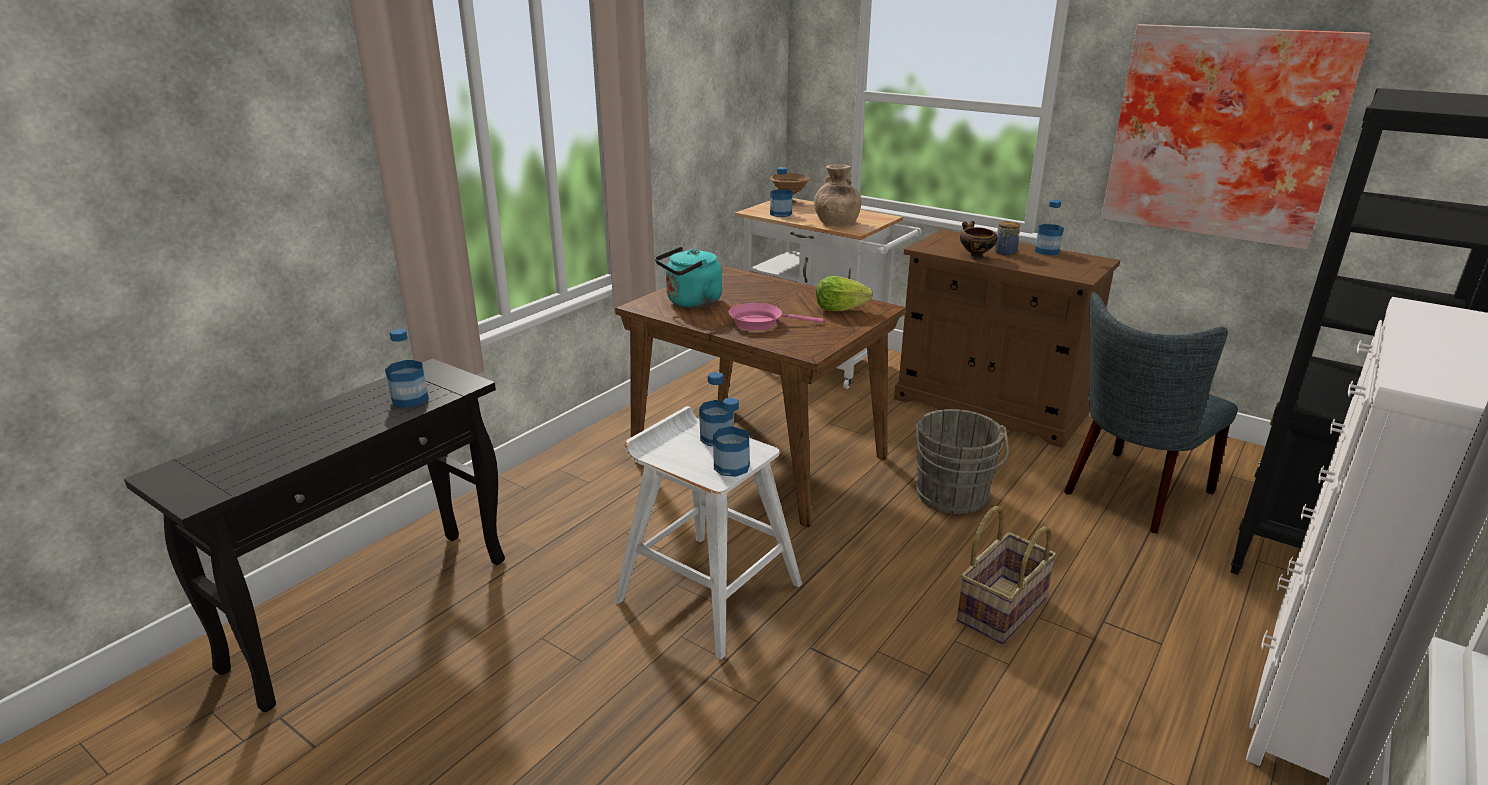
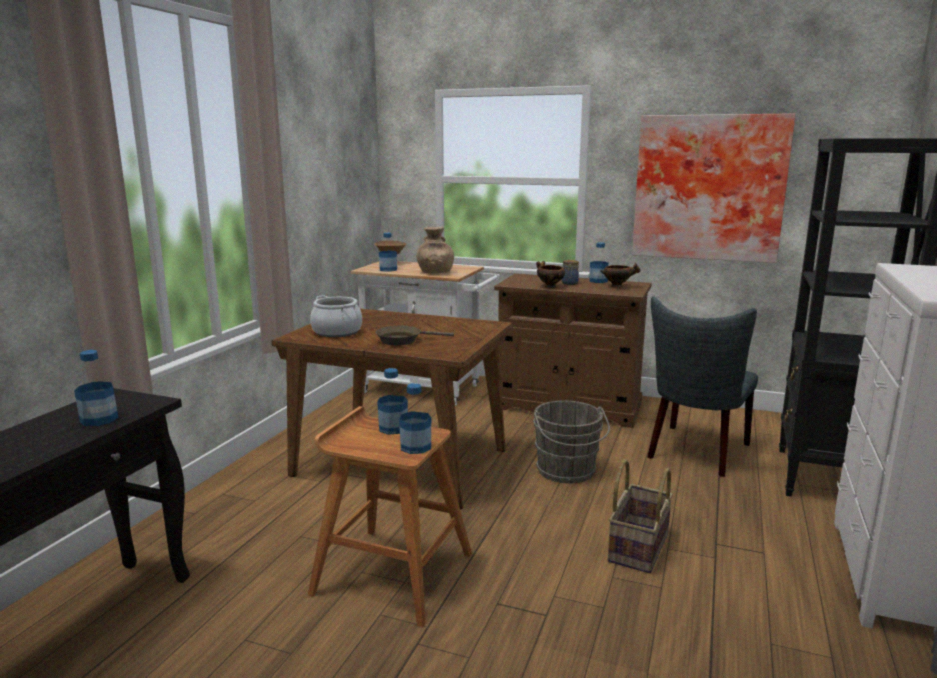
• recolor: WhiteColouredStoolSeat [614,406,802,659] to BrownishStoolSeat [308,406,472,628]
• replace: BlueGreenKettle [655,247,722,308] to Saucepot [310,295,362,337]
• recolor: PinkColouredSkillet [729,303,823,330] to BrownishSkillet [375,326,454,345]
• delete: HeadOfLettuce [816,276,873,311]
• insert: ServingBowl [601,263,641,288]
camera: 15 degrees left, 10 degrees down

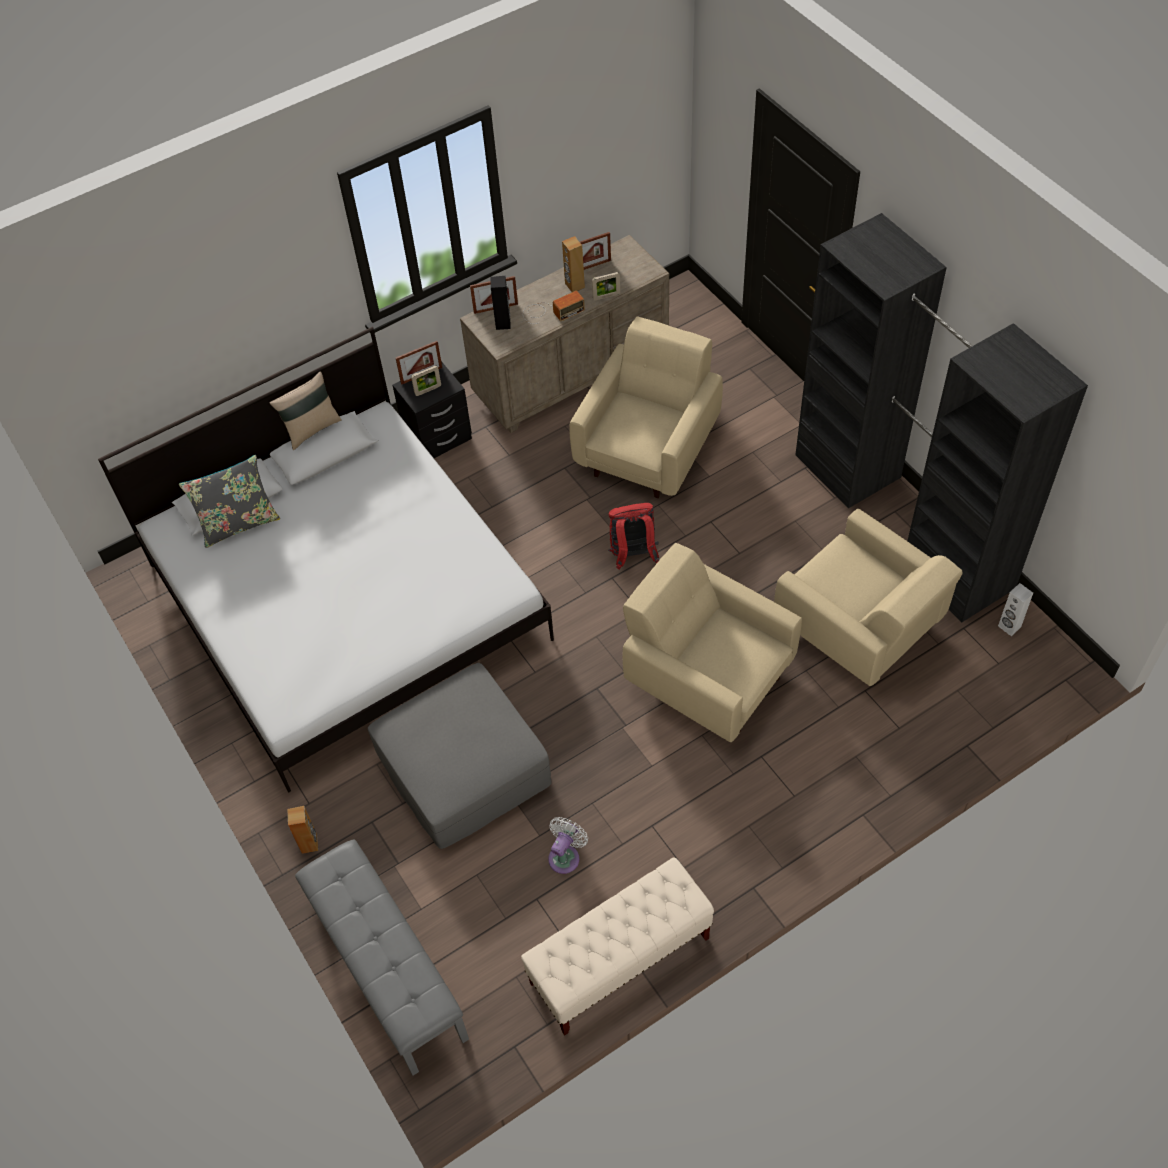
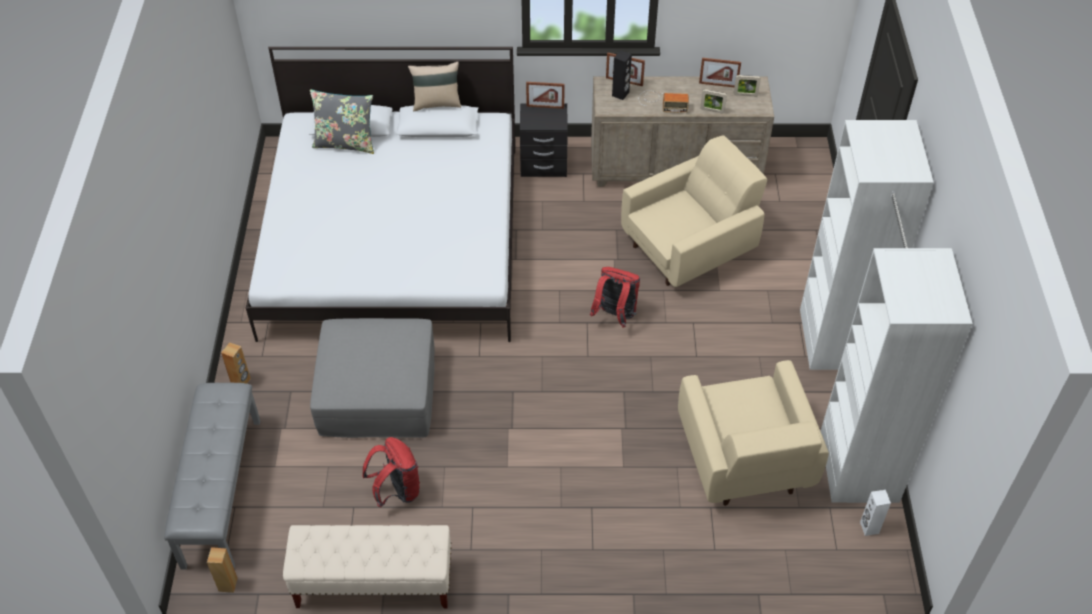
• move: PhotoFrame [411,365,441,396] to [734,75,761,97]
• replace: WhiteColouredFan [548,817,588,874] to RedBackpack [362,437,420,507]
• move: BrownishLoudspeaker [562,236,585,292] to [207,547,238,593]
• delete: BeigeLoungeChair [623,543,802,742]
• recolor: BlackClothesCupboard [795,213,1088,622] to WhiteColouredClothesCupboard [800,120,972,503]
camera: 30 degrees right, 5 degrees down

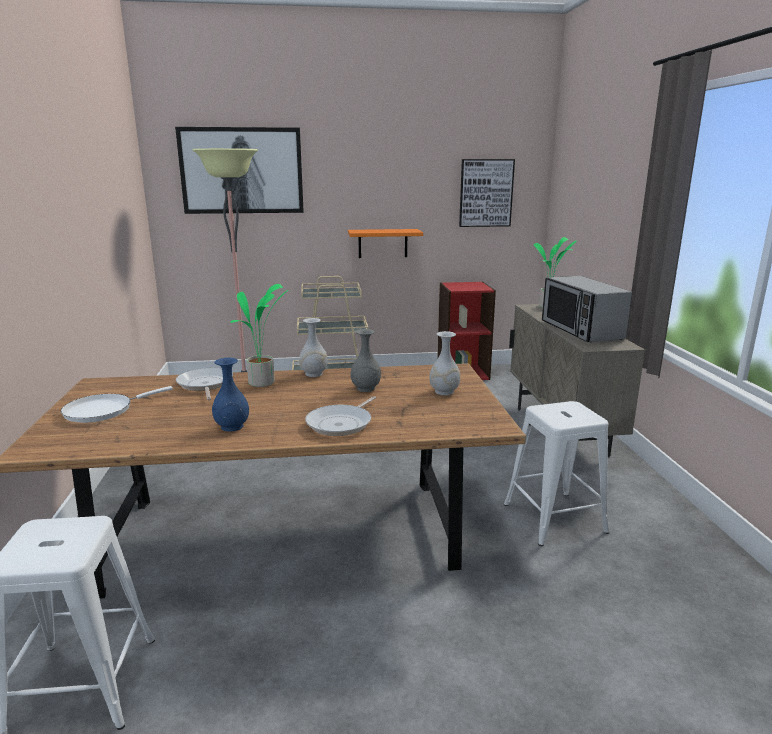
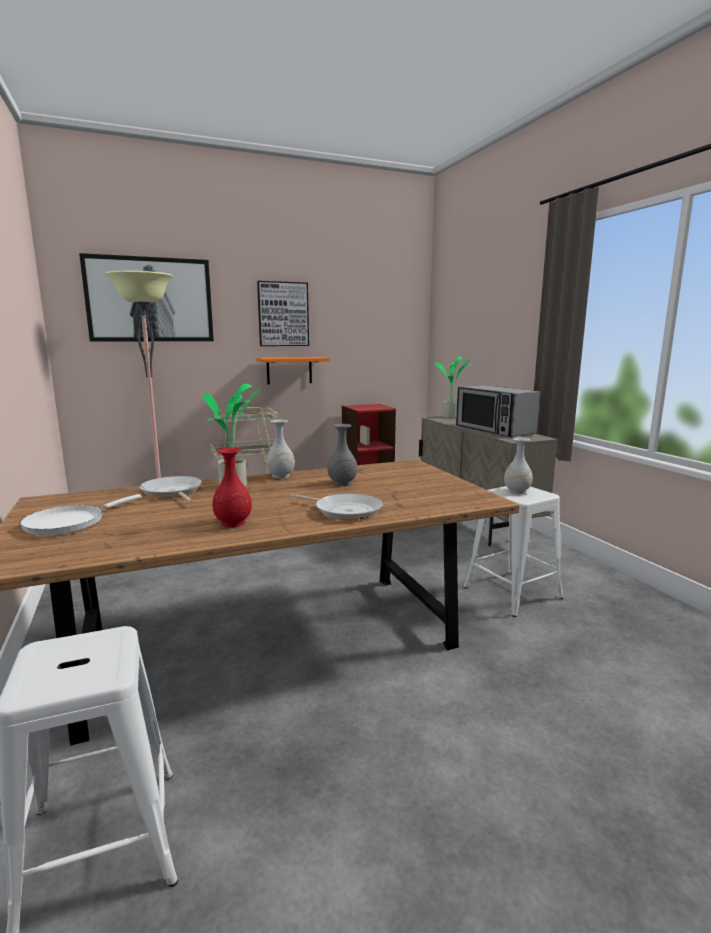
• recolor: BlueColouredVase [212,358,249,432] to RedVase [212,448,252,527]
• rotate: Skillet [305,396,376,436] = [291,493,382,520] 75 degrees counterclockwise
• move: WhiteColouredVase [429,331,460,395] to [504,437,533,494]
• move: WallPicture [459,159,515,227] to [257,281,309,346]
camera: 15 degrees left, 5 degrees down

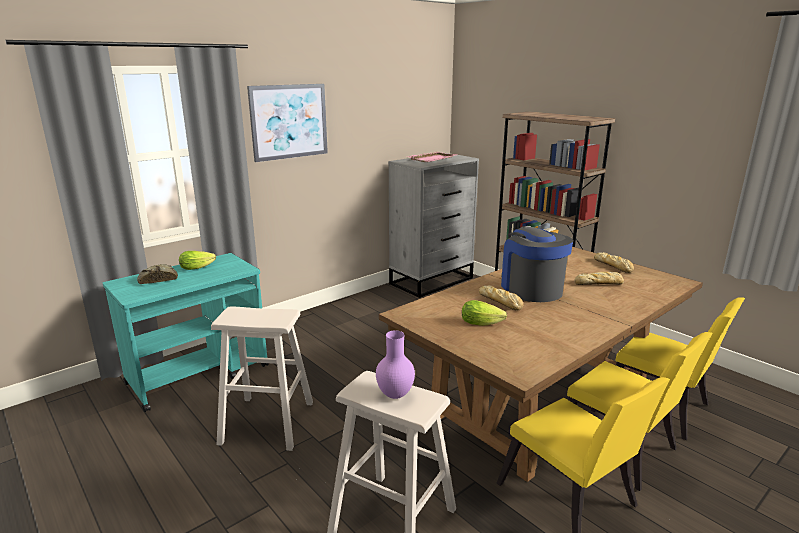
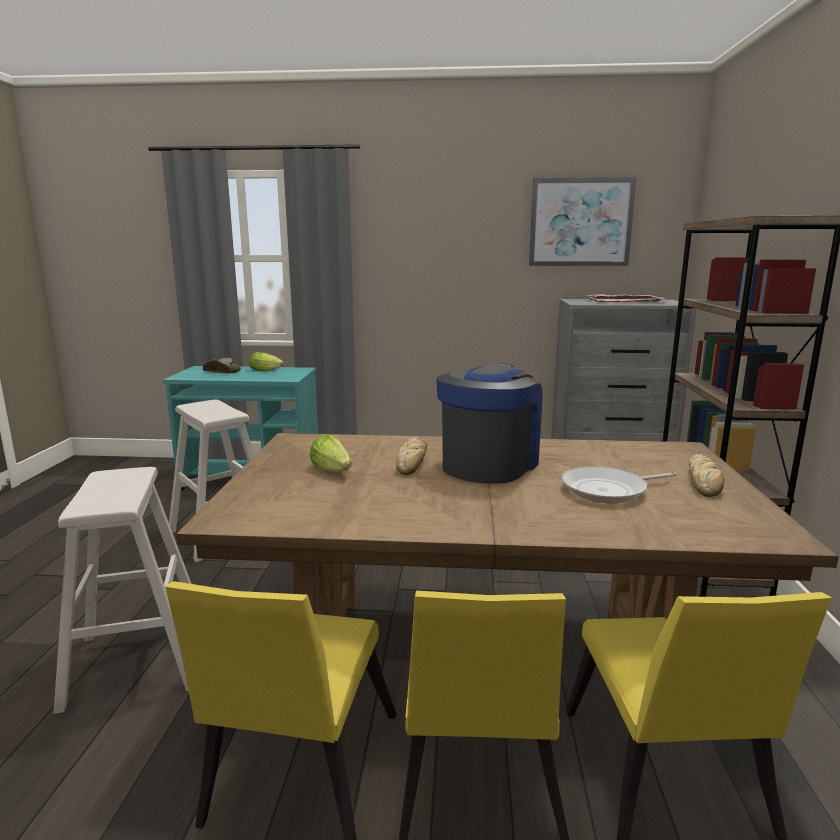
• move: WallPicture [247,84,328,162] to [529,177,636,266]
• delete: PurpleColouredVase [376,330,415,399]
• replace: BakeryBread [574,272,624,285] to Skillet [562,466,677,503]
camera: 45 degrees right, 5 degrees down

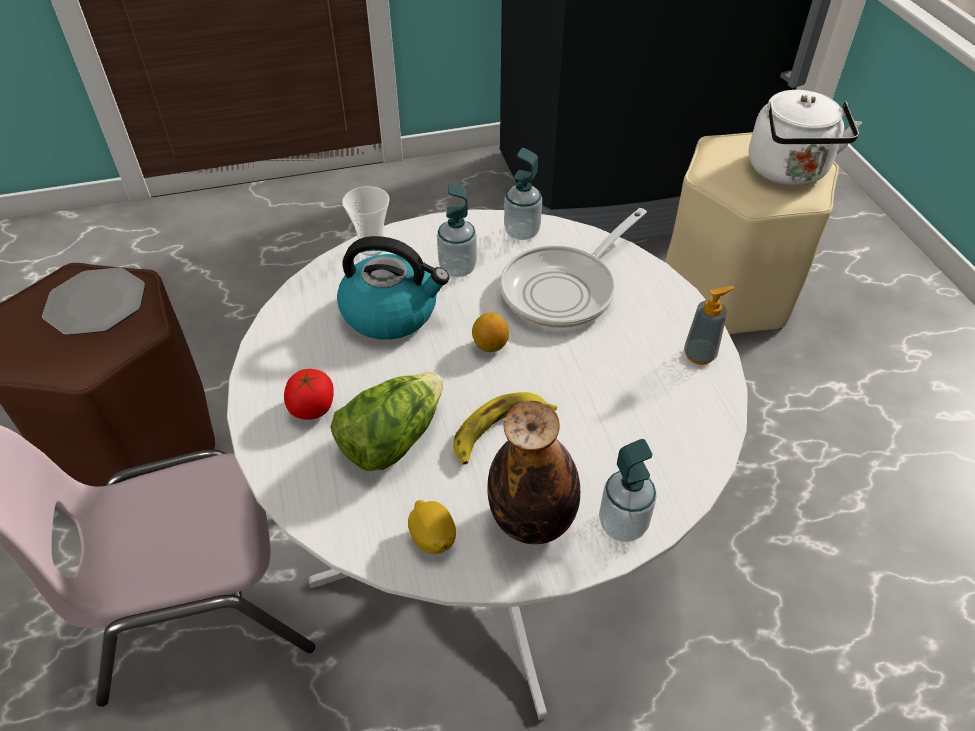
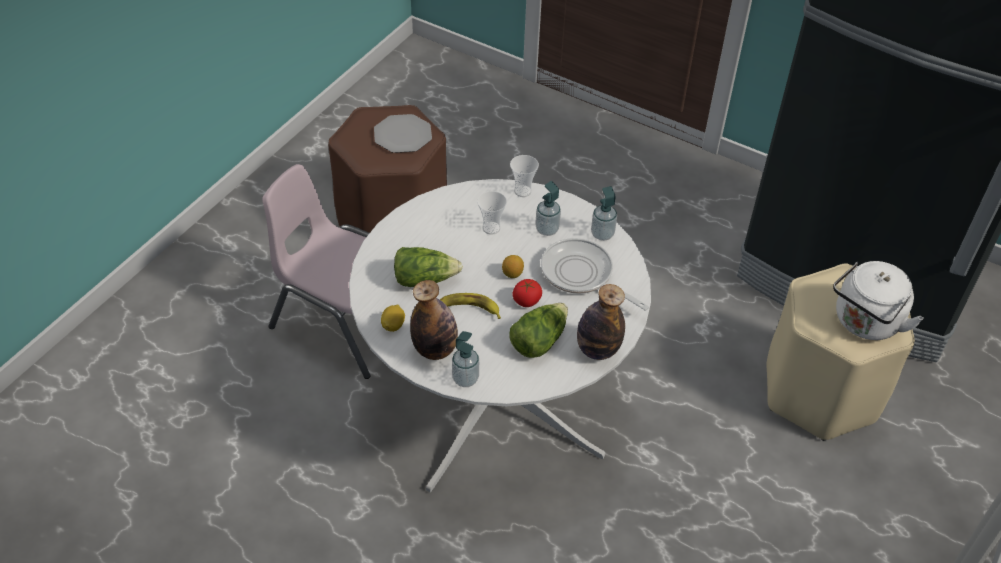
• move: FreshTomato [284,369,334,420] to [512,279,542,307]
• replace: Kettle [337,236,449,340] to DrinkingCup [477,191,507,235]
• rotate: Skillet [500,208,647,328] = [541,238,649,311] 45 degrees clockwise
• replace: SoapDispenser [684,286,735,365] to Bottle [577,284,625,360]
• insert: HeadOfLettuce [509,303,568,358]
camera: 45 degrees right, 0 degrees up

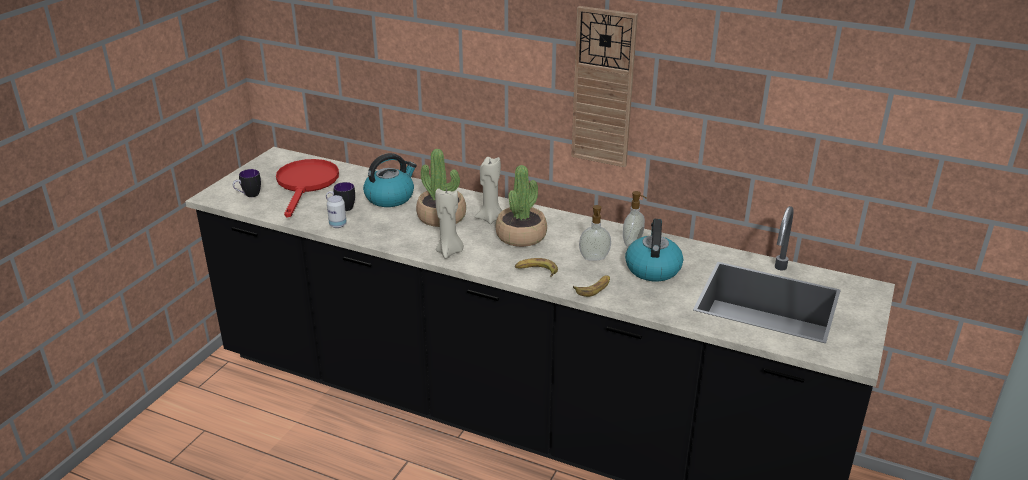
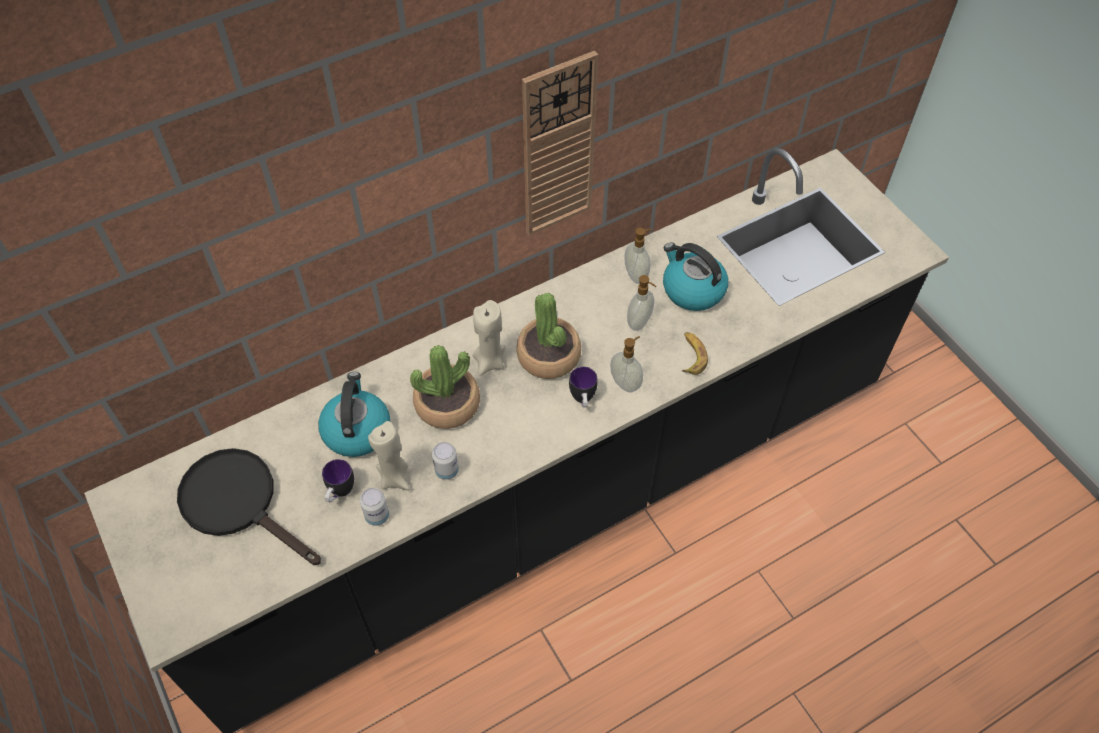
• move: CoffeeMug [233,169,261,197] to [569,367,598,407]
• recolor: RedSkillet [276,159,339,218] to BlackSkillet [177,448,321,565]
• move: BeigeWaxLight [435,188,464,259] to [368,421,411,491]
• replace: Banana [515,258,558,276] to SoapDispenser [610,336,643,393]
• insert: Can [432,442,459,480]
camera: 55 degrees left, 25 degrees up

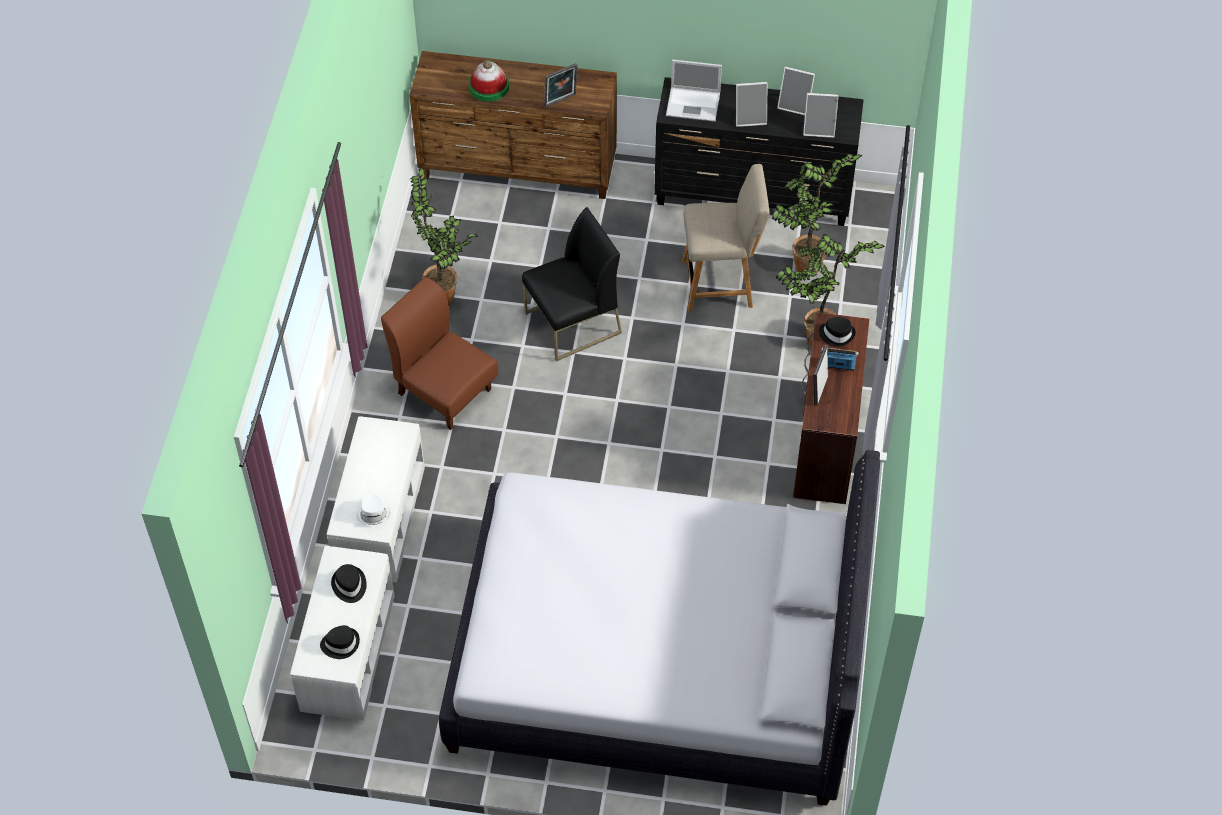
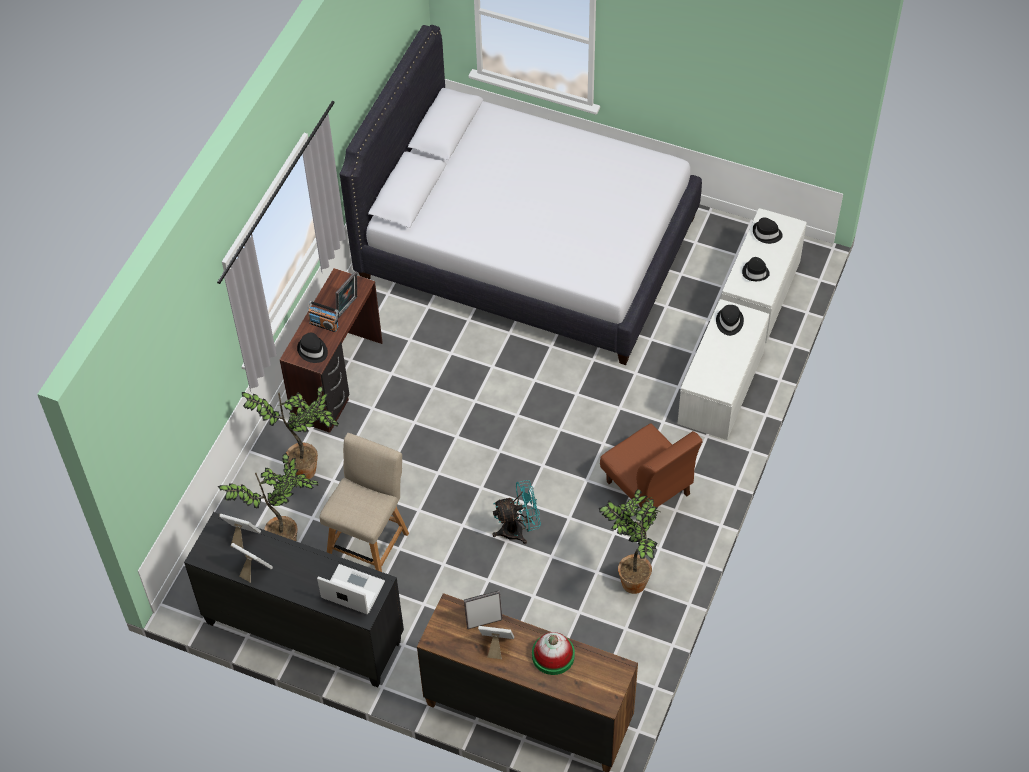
• recolor: WhiteColouredHat [357,494,390,525] to BlackHat [716,305,744,336]
• replace: BlackUprightChair [522,207,622,361] to BlueGreenFan [492,480,541,544]
• rotate: BeigeUprightChair [682,164,770,312] = [320,433,409,572] 105 degrees clockwise
• move: PhotoFrame [736,82,767,127] to [478,626,514,659]
camera: 165 degrees left, 0 degrees up

